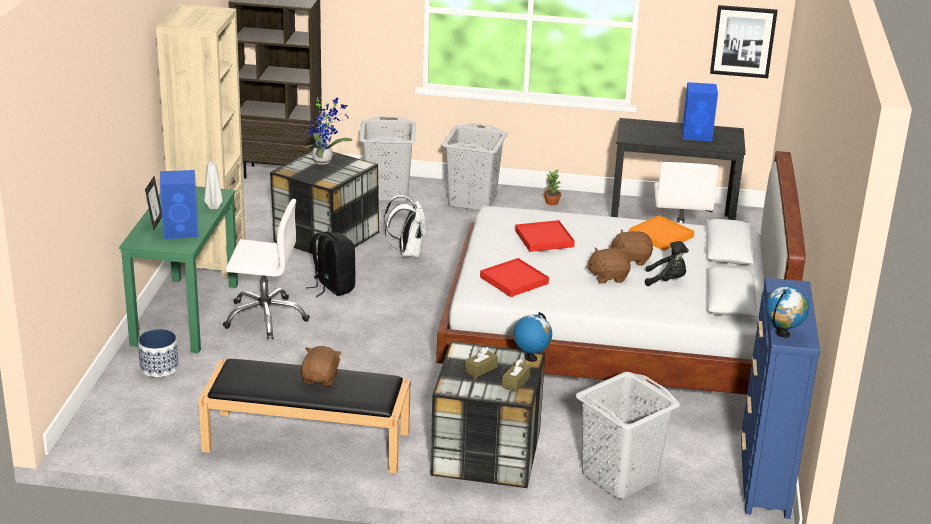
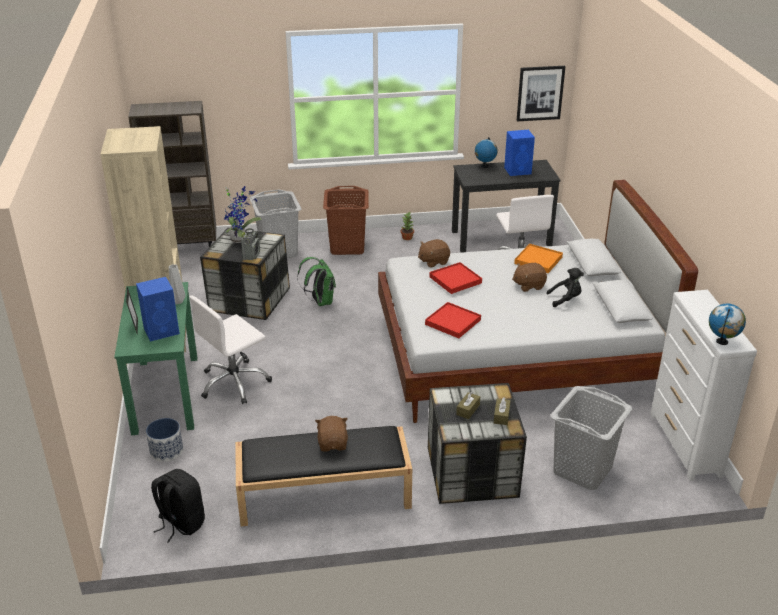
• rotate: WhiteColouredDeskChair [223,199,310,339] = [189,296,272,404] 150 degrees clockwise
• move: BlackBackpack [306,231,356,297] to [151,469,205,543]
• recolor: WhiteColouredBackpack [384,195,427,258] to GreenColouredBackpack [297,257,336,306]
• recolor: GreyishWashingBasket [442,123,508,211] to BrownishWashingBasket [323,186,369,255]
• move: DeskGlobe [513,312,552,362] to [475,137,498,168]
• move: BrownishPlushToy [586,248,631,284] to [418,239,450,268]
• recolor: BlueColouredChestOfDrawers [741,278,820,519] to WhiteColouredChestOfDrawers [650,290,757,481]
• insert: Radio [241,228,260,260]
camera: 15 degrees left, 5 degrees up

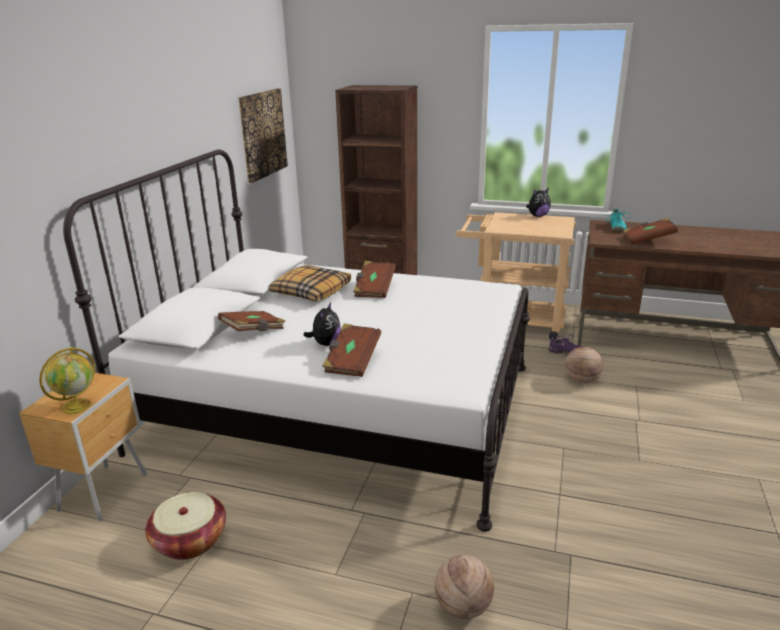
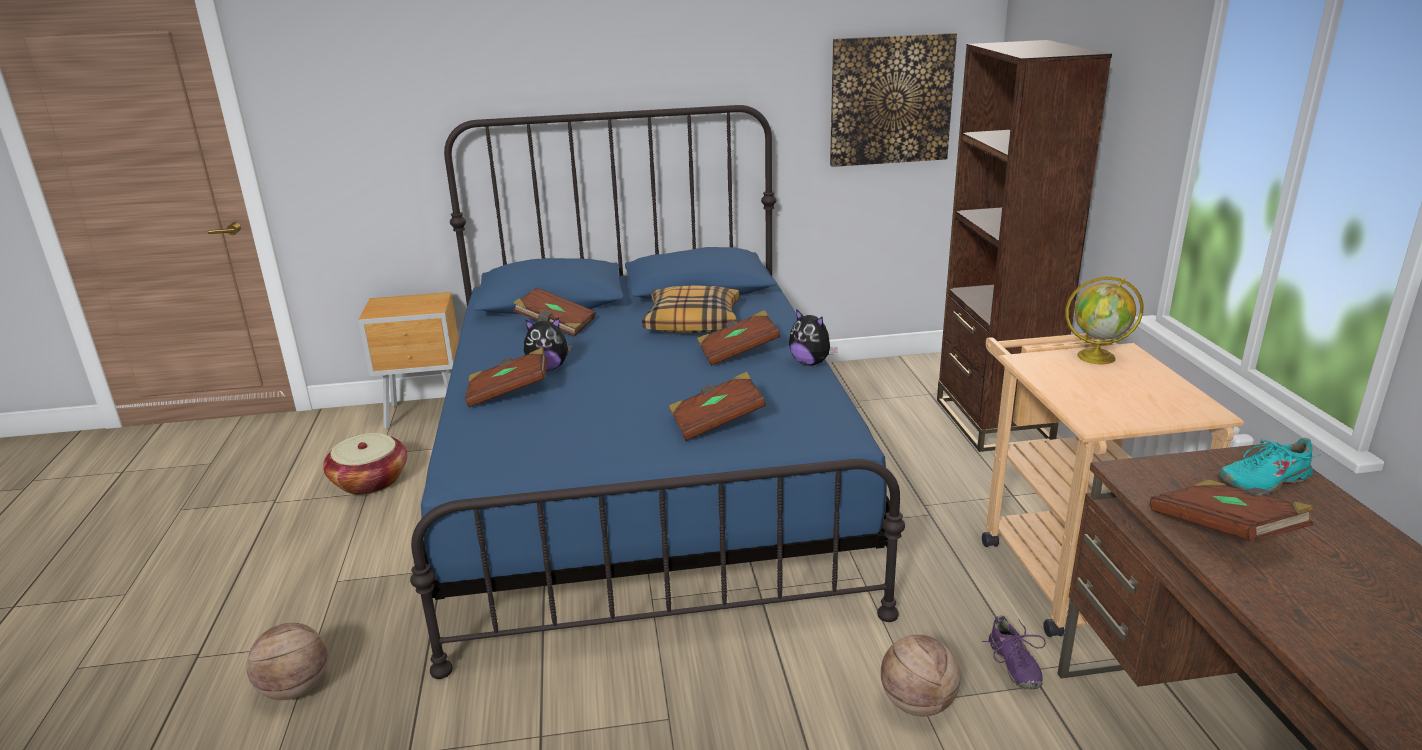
• move: DeskGlobe [39,347,95,414] to [1065,276,1144,364]
• recolor: WhiteColouredBed [63,149,530,532] to BlueColouredBed [410,105,905,679]
• move: PlushToy [526,188,551,217] to [789,309,838,366]
• insert: BrownishVolume [669,372,766,441]
camera: 65 degrees right, 0 degrees up

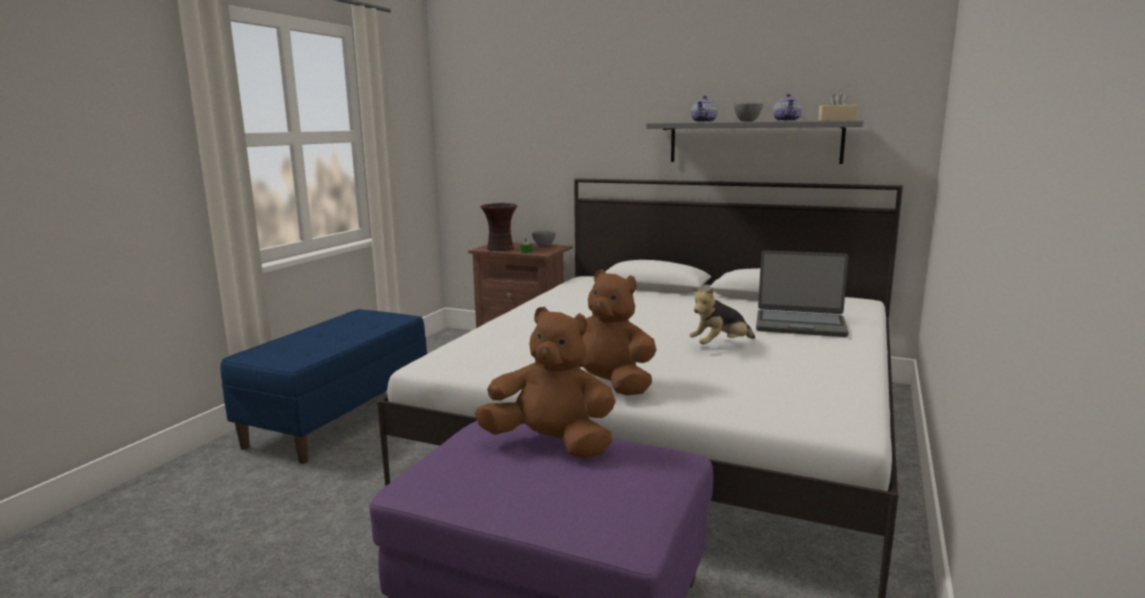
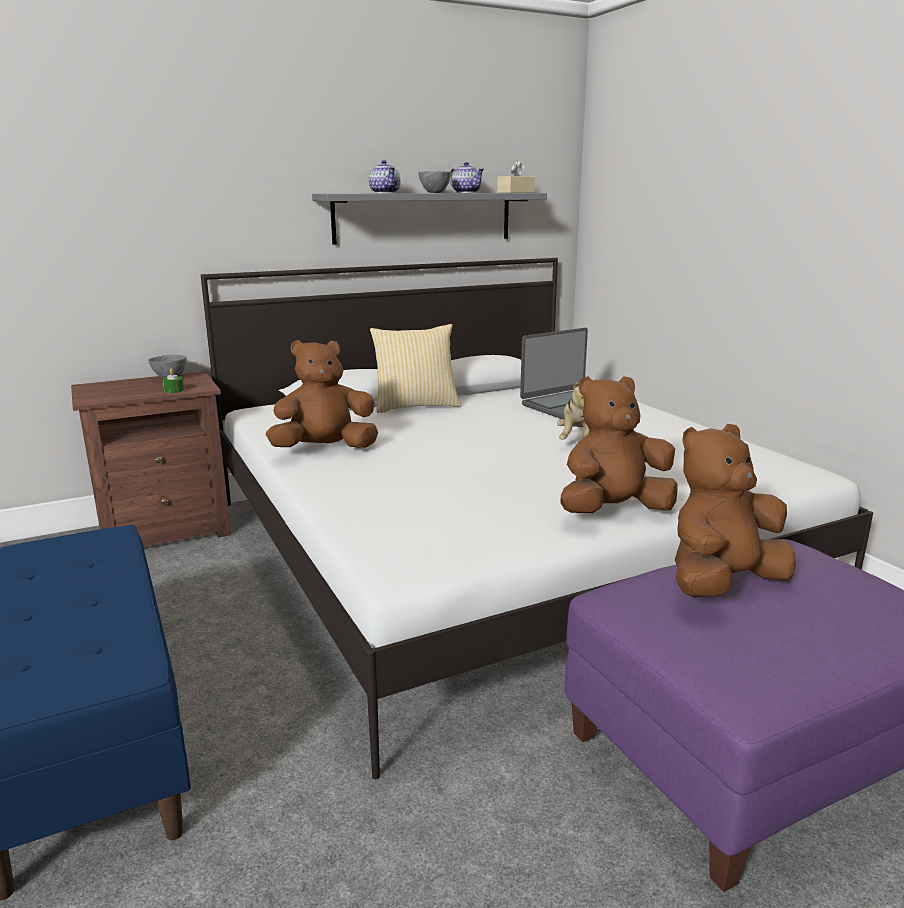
• delete: Vase [480,203,518,251]
• insert: BrownishPlushToy [266,340,378,448]
• insert: Cushion [370,324,461,413]
camera: 50 degrees left, 5 degrees up

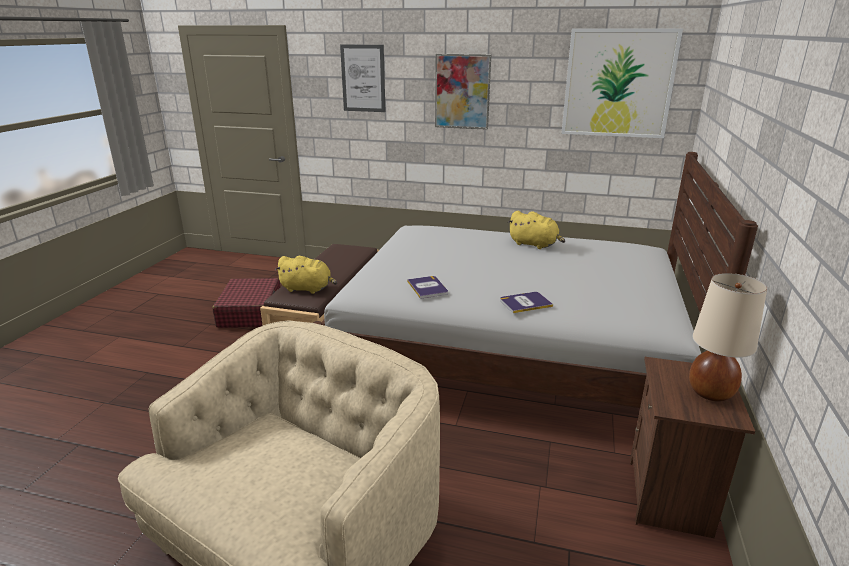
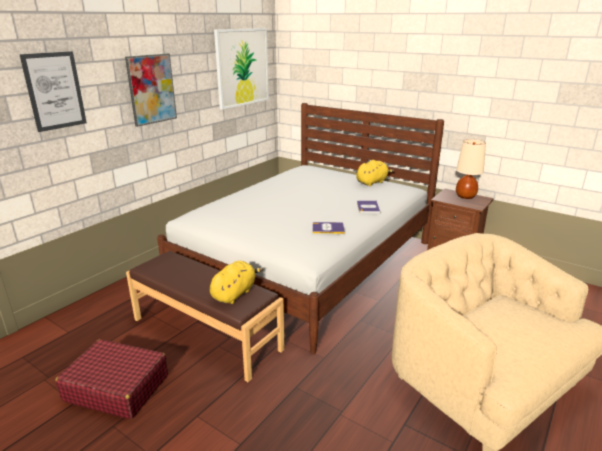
• move: YellowPlushToy [508,211,565,249] to [356,160,394,186]
camera: 70 degrees left, 0 degrees up

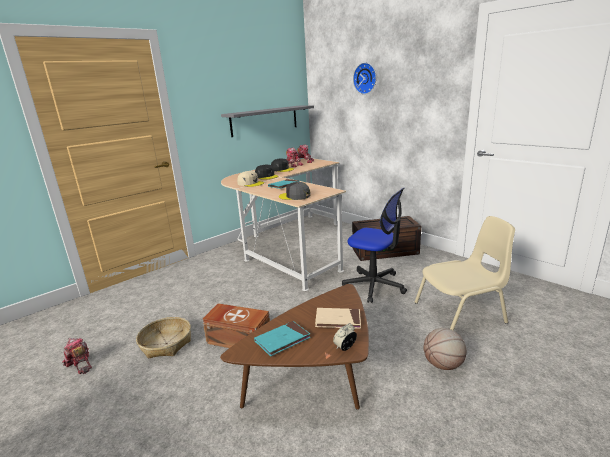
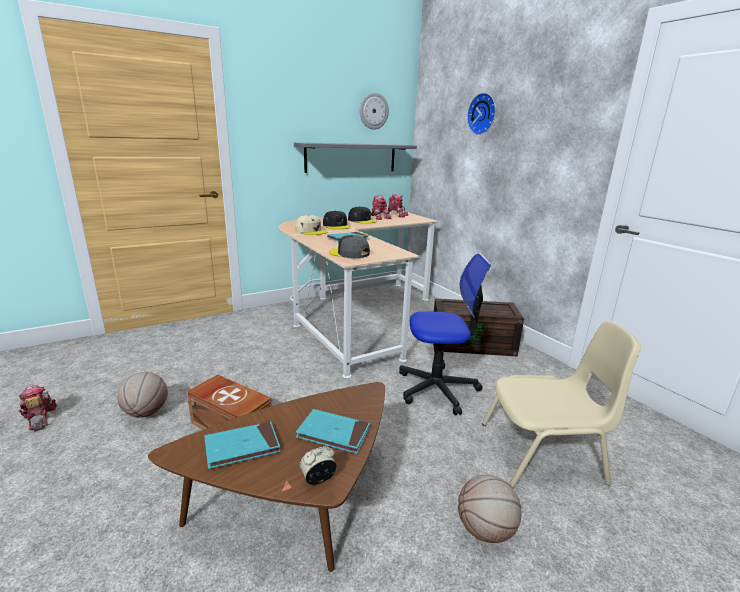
• replace: Basket [136,317,191,359] to BallForBasketball [117,372,168,418]
• recolor: BeigeVolume [315,308,361,329] to BlueGreenVolume [296,409,370,454]
• rotate: DeskChair [342,188,407,303] = [399,253,491,416] 45 degrees counterclockwise
• insert: ClockOnTheWall [359,92,389,130]
camera: 10 degrees right, 0 degrees up

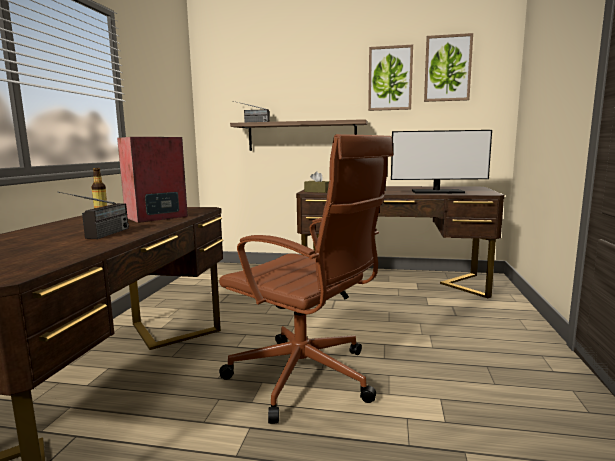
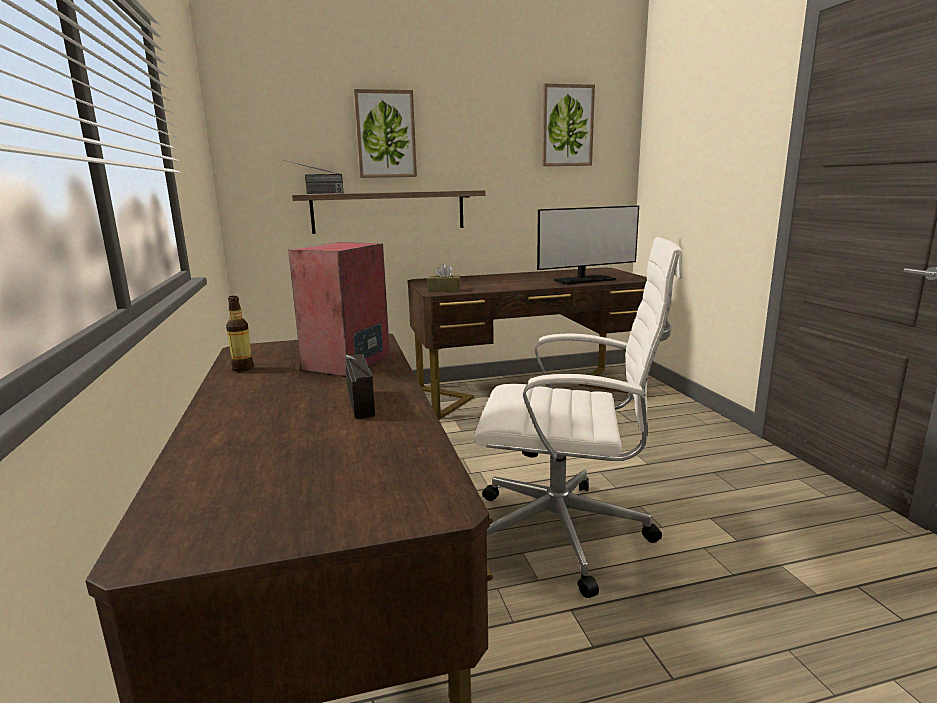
• recolor: BrownishDeskChair [219,134,393,424] to WhiteColouredDeskChair [474,237,683,598]
• move: WallPicture [368,45,413,111] to [354,89,417,178]
camera: 25 degrees left, 5 degrees up

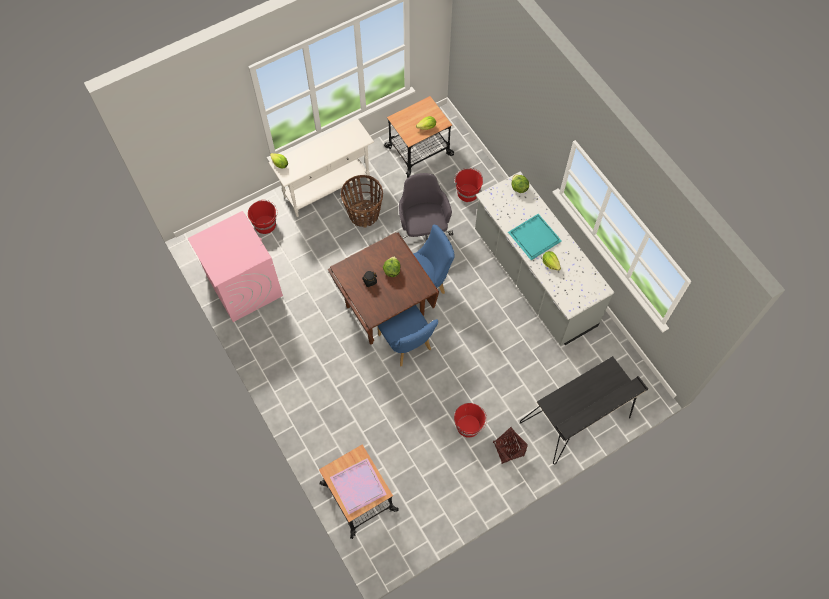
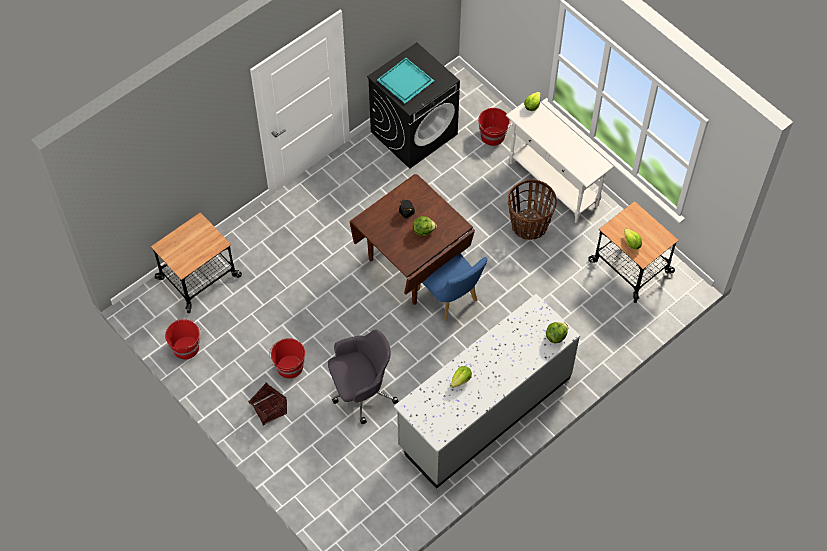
• recolor: PinkColouredLaundryAppliance [187,211,283,322] to BlackLaundryAppliance [367,42,460,169]
• delete: PurpleColouredCarryingTray [330,458,387,515]
• delete: BlueColouredUprightChair [377,305,438,366]
• move: GreyishDeskChair [399,173,453,241] to [328,329,399,424]
• move: RedPail [454,168,483,202] to [165,318,201,359]
• move: BlueGreenCarryingTray [508,214,562,260] to [377,58,434,103]
• delete: BlackDeskTable [520,356,648,464]
camera: 80 degrees right, 5 degrees down

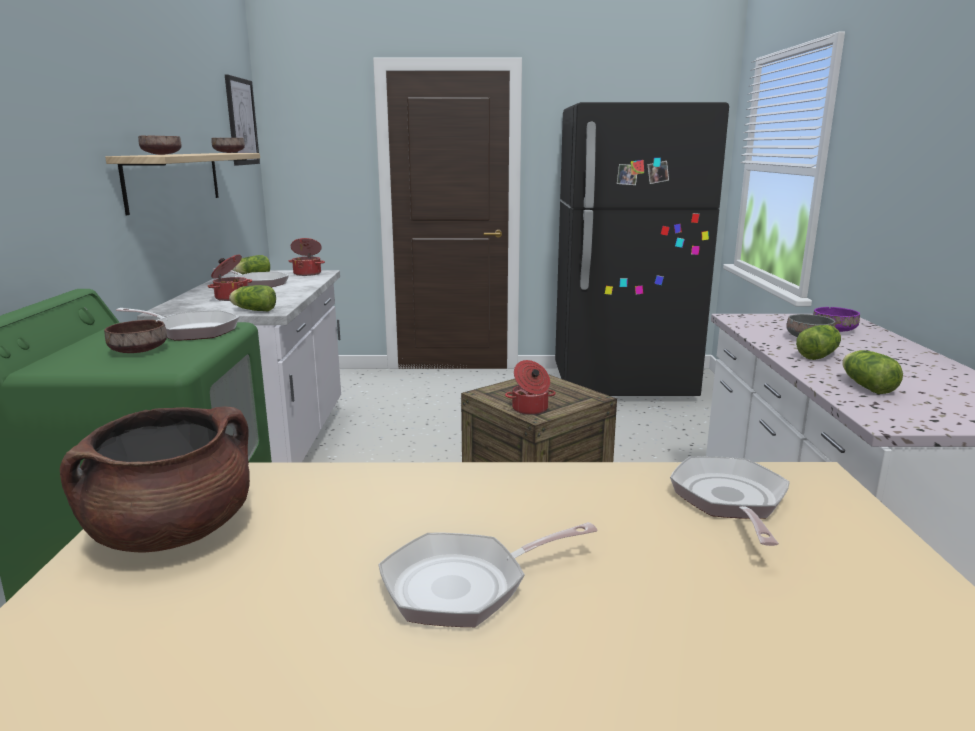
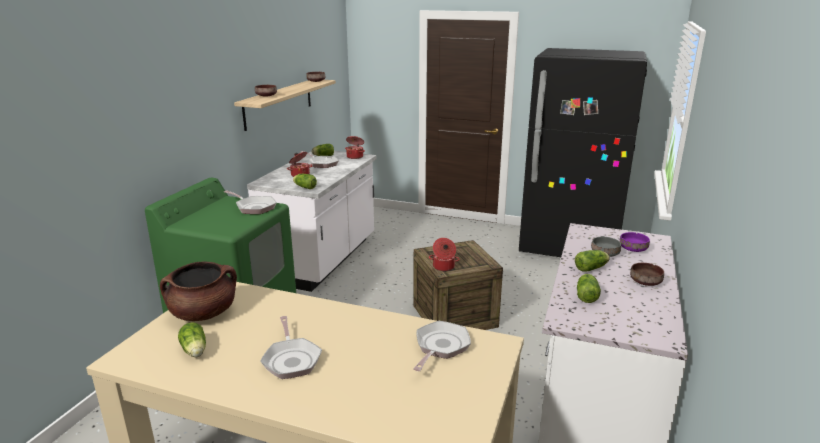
• move: BrownishServingBowl [104,320,167,353] to [630,263,664,286]
• delete: WallPicture [225,74,260,166]
• rotate: Skillet [378,522,597,627] = [260,316,322,379] 105 degrees counterclockwise
• insert: HeadOfLettuce [178,322,206,357]
camera: 20 degrees right, 5 degrees up

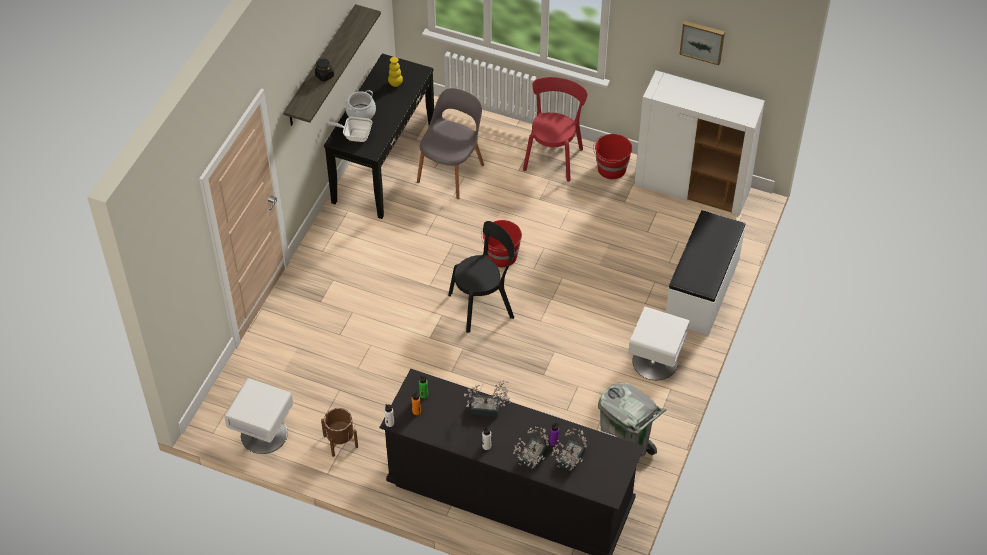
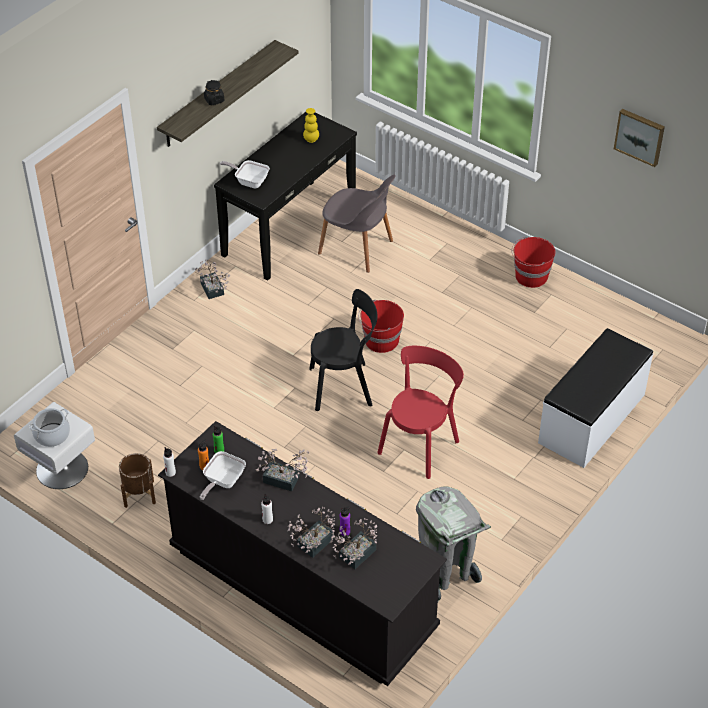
• move: Saucepot [346,90,376,119] to [29,408,70,447]
• rotate: GreyishUprightChair [417,88,484,199] = [318,175,396,273] 75 degrees clockwise
• move: RedUprightChair [523,77,588,182] to [377,346,464,479]
• delete: WhiteColouredNightTable [628,307,690,380]
• delete: WhiteColouredCabinet [634,71,765,216]
• insert: PottedPlant [195,259,230,299]
• insert: Skillet [200,451,246,500]
camera: 15 degrees right, 5 degrees down

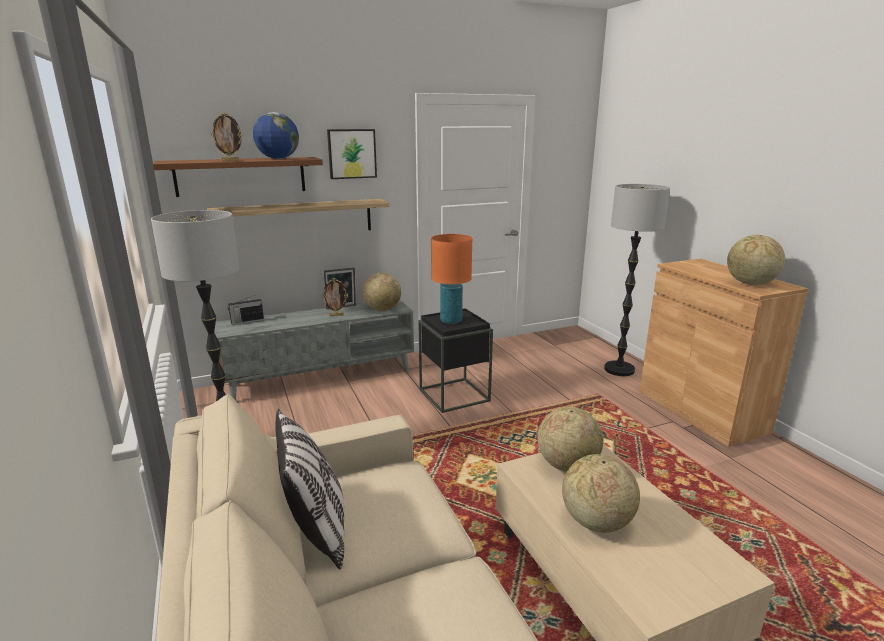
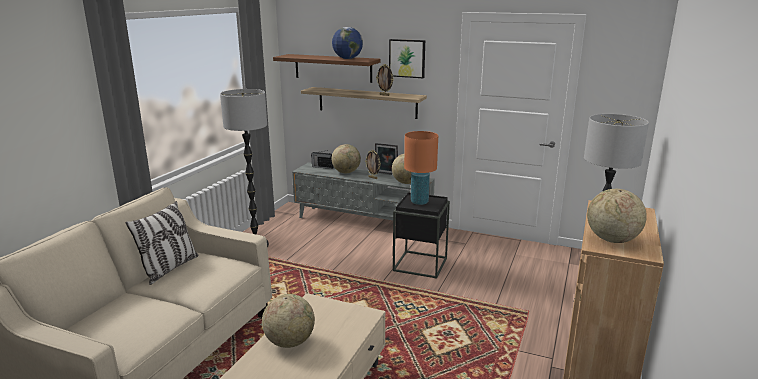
• move: PhotoFrame [210,112,243,161] to [376,64,394,96]
• move: DeskGlobe [538,407,603,472] to [332,144,361,173]
camera: 45 degrees right, 0 degrees up

